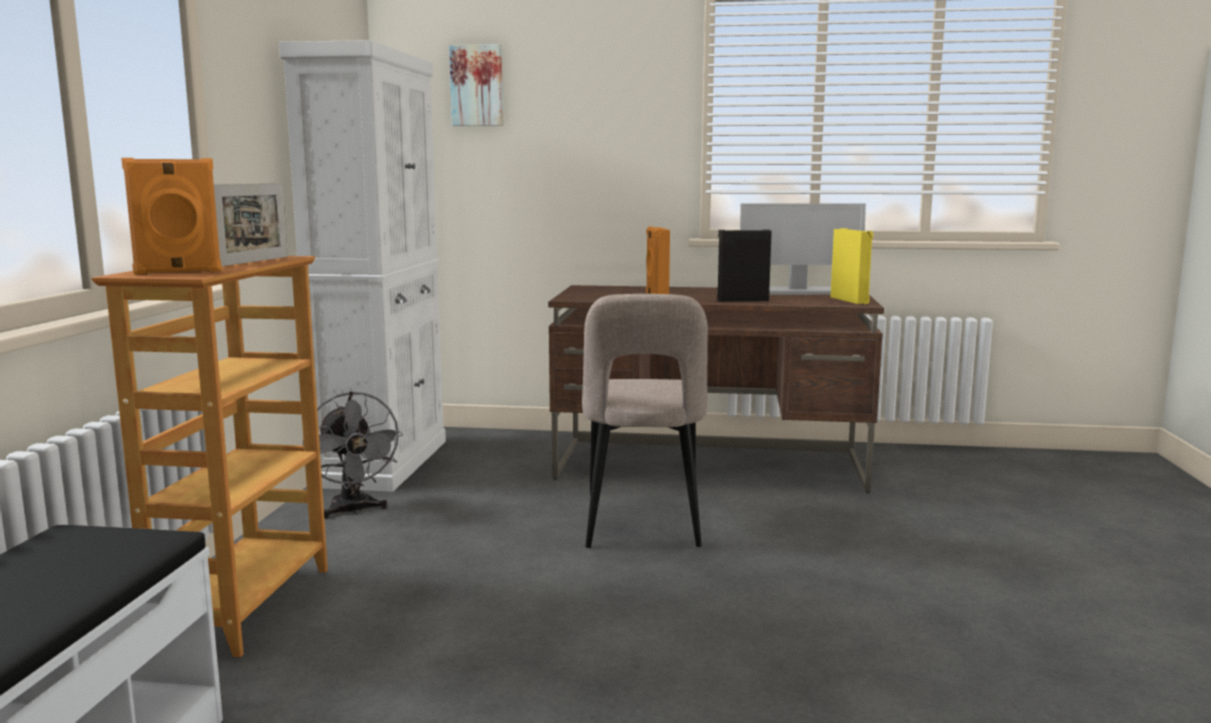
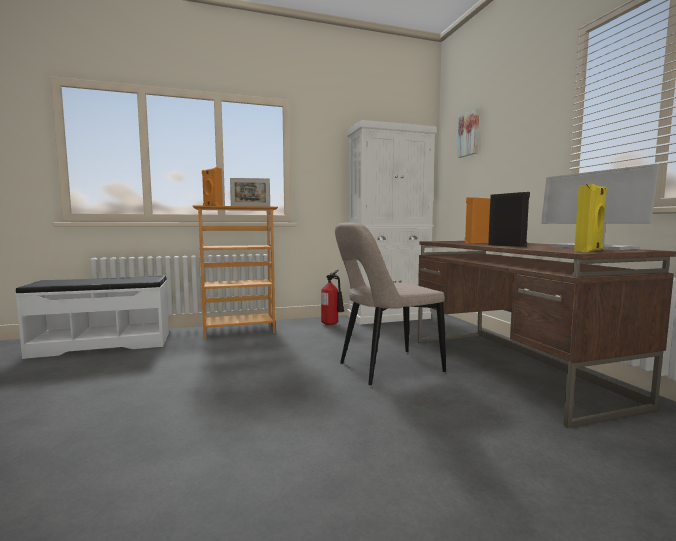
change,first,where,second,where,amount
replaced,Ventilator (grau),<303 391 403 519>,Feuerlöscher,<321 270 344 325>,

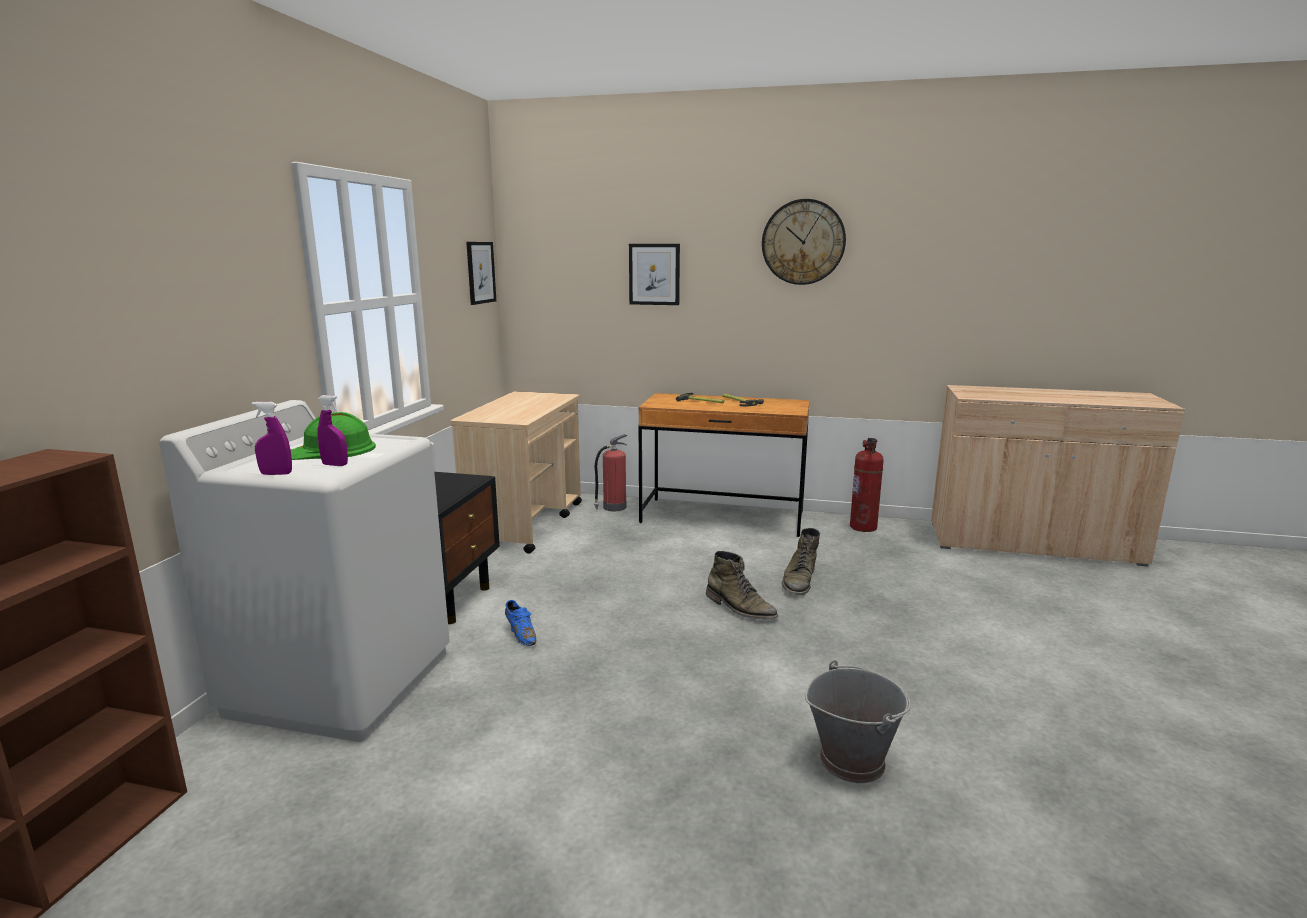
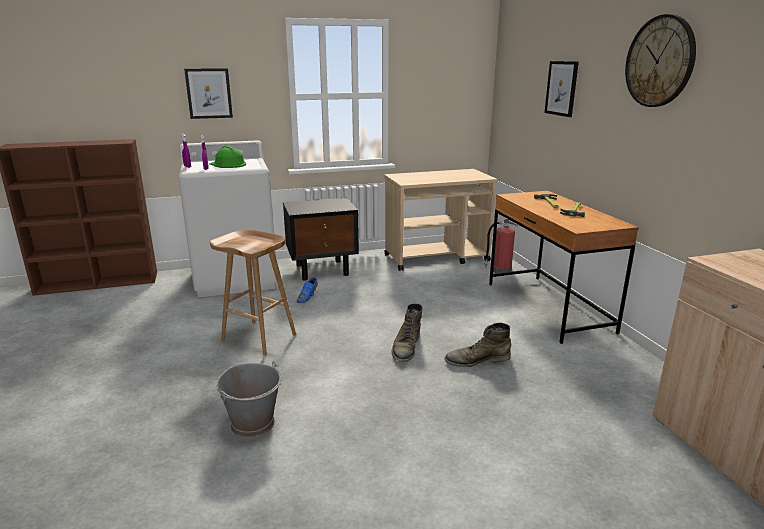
change,first,where,second,where,amount
removed,Feuerlöscher,<850 438 884 532>,,,
added,,,Hocker (braun),<210 230 296 356>,
moved,Bild,<466 242 496 305>,,<184 68 233 119>,

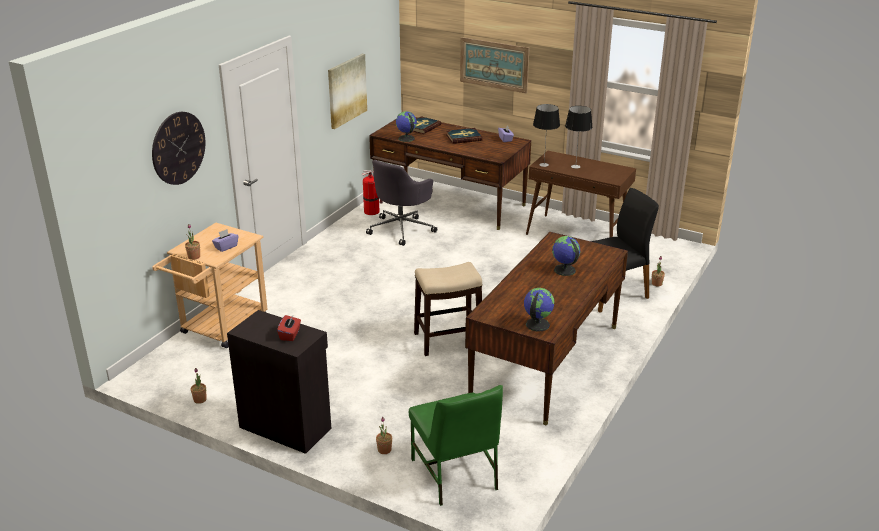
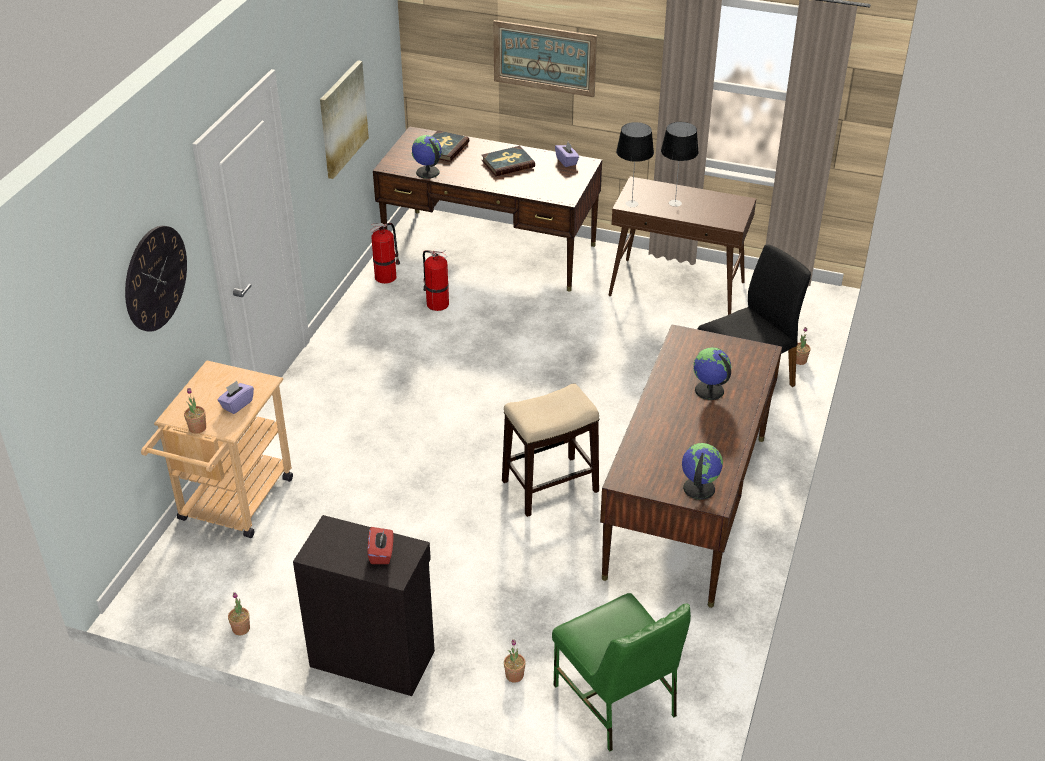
change,first,where,second,where,amount
replaced,Bürostuhl (grau),<366 160 437 246>,Feuerlöscher,<423 249 449 311>,

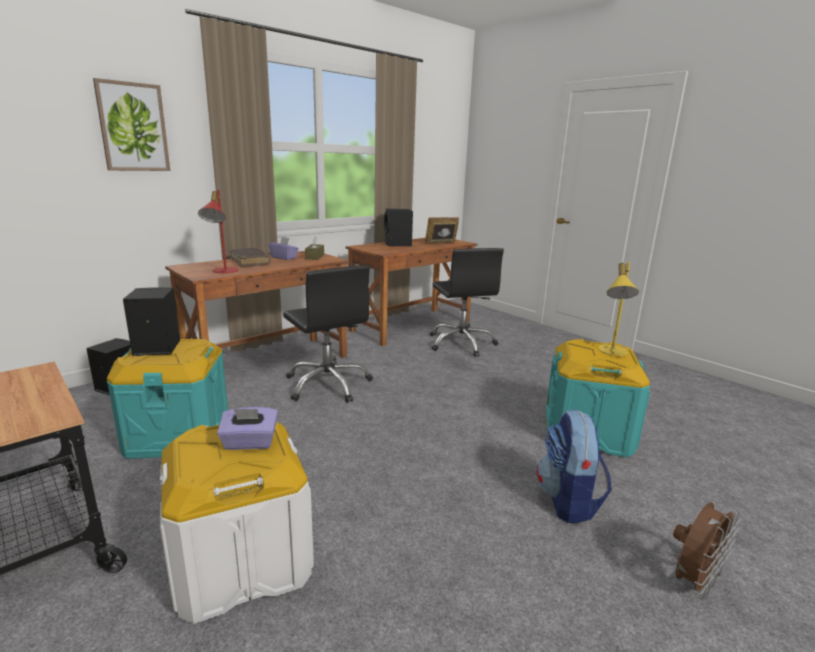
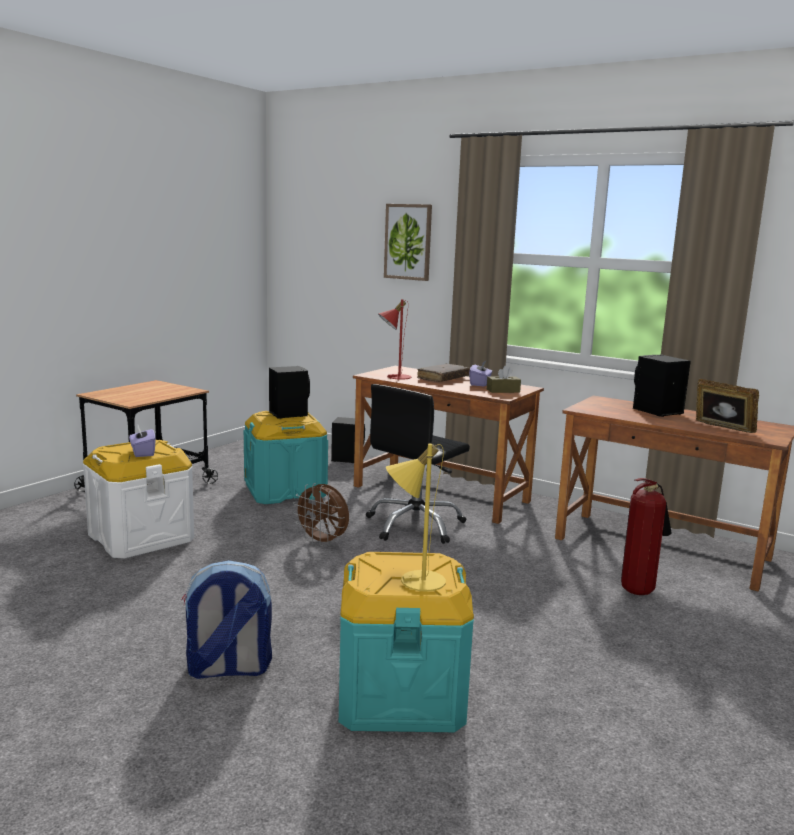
change,first,where,second,where,amount
moved,Ventilator (braun),<673 502 741 599>,,<293 483 349 546>,
replaced,Bürostuhl (schwarz),<430 248 504 357>,Feuerlöscher,<621 478 671 595>,

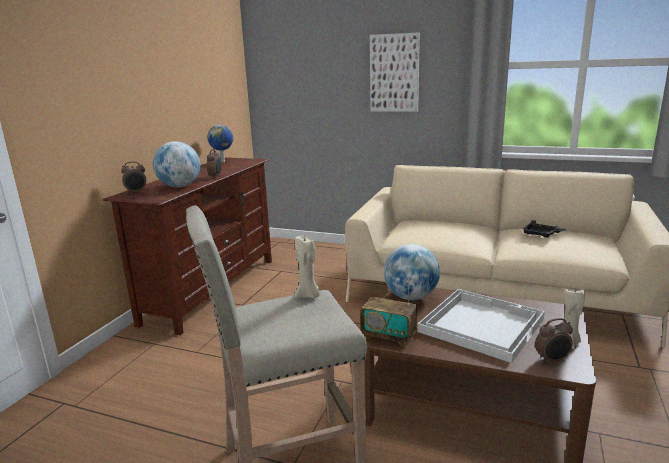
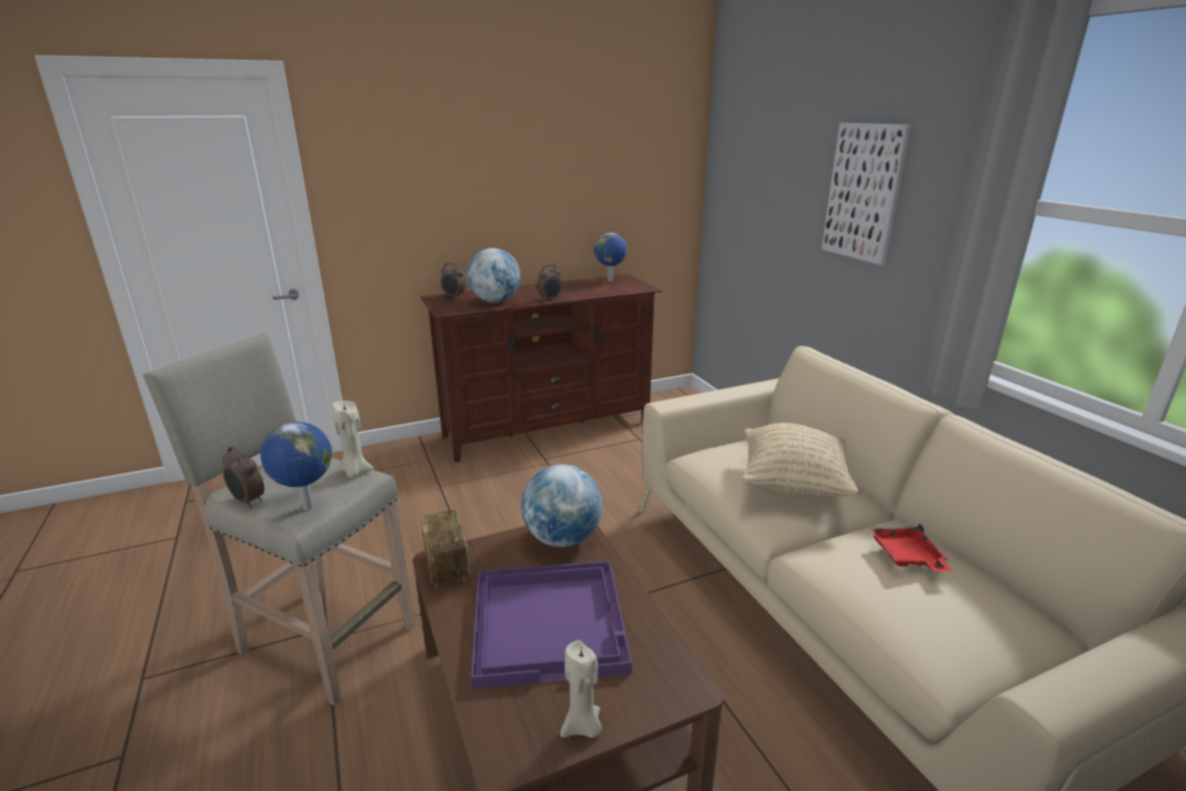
change,first,where,second,where,amount
added,,,Globus,<261 422 332 510>,
added,,,Kissen (beige),<742 423 859 497>,
moved,Wecker,<535 318 573 364>,,<222 446 264 508>,
recoloured,Tablett (weiß),<417 289 545 363>,Tablett (lila),<471 561 632 689>,
recoloured,Tablett (schwarz),<522 220 566 238>,Tablett (rot),<870 524 952 572>,

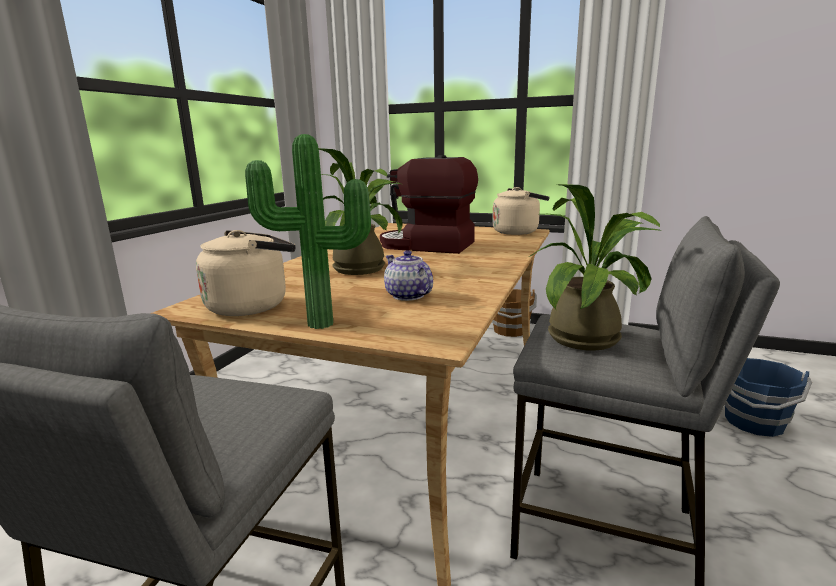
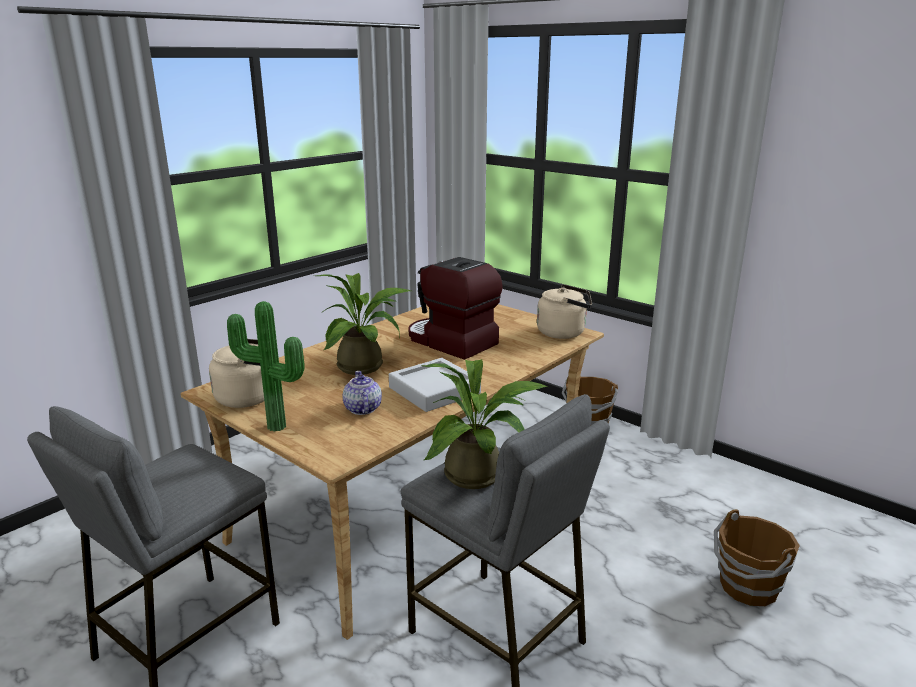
change,first,where,second,where,amount
added,,,Tablett (grau),<389 358 481 412>,
recoloured,Eimer (blau),<725 358 812 437>,Eimer (braun),<714 509 800 606>,

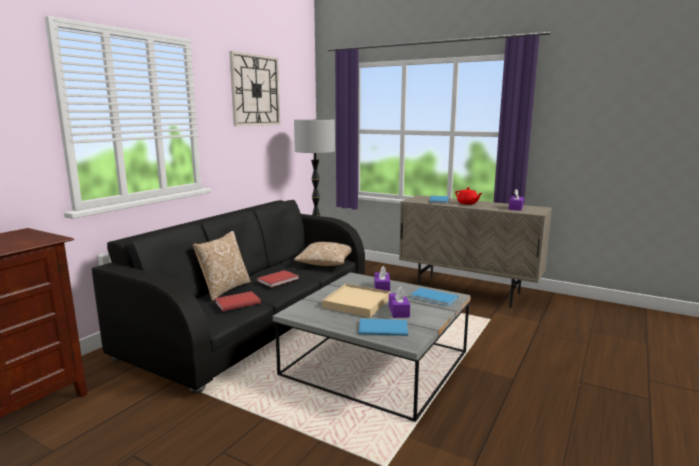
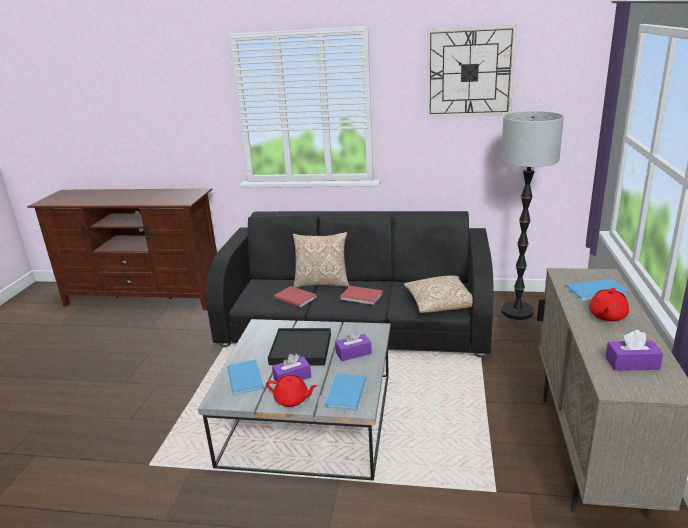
change,first,where,second,where,amount
added,,,Teekanne (rot),<266 375 317 407>,
recoloured,Tablett (beige),<322 284 391 317>,Tablett (schwarz),<268 328 331 365>,

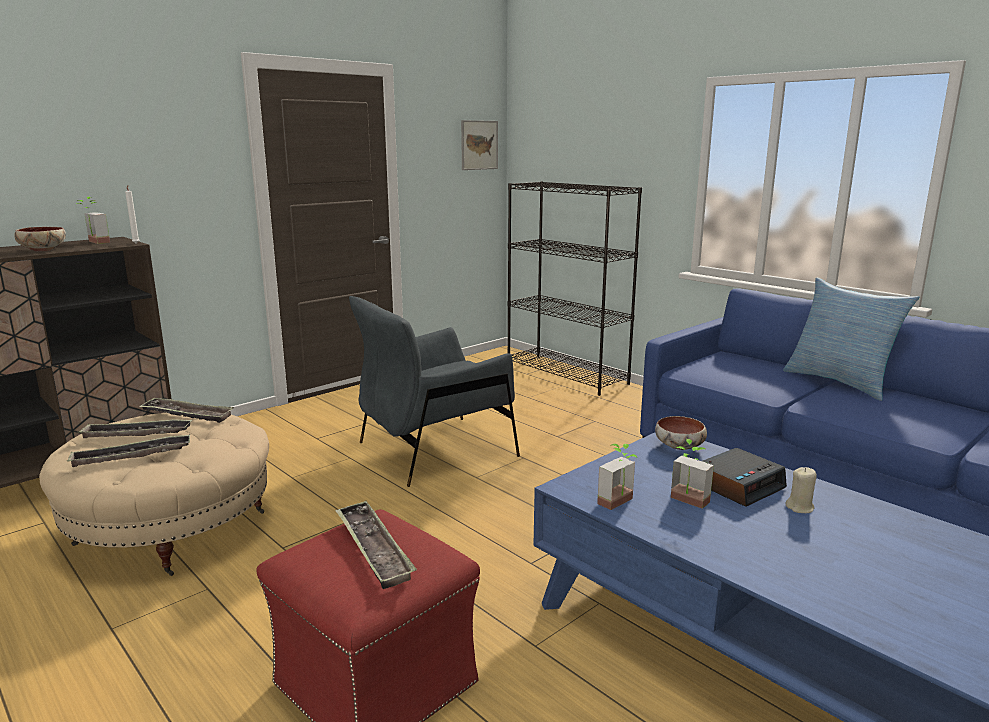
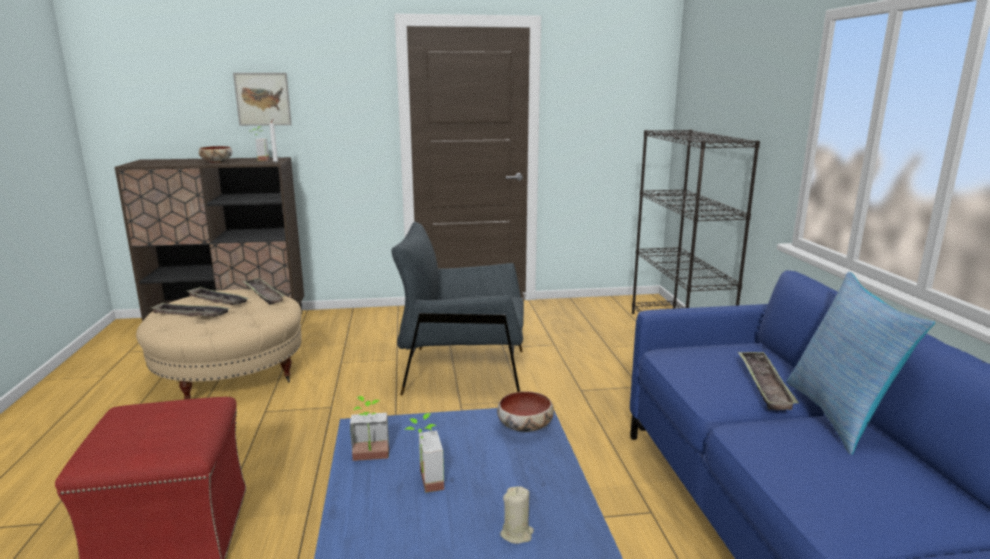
change,first,where,second,where,amount
removed,Wecker,<703 448 787 507>,,,
moved,Tablett,<335 501 417 589>,,<738 351 799 410>,
moved,Bild,<461 120 498 170>,,<233 73 292 126>,

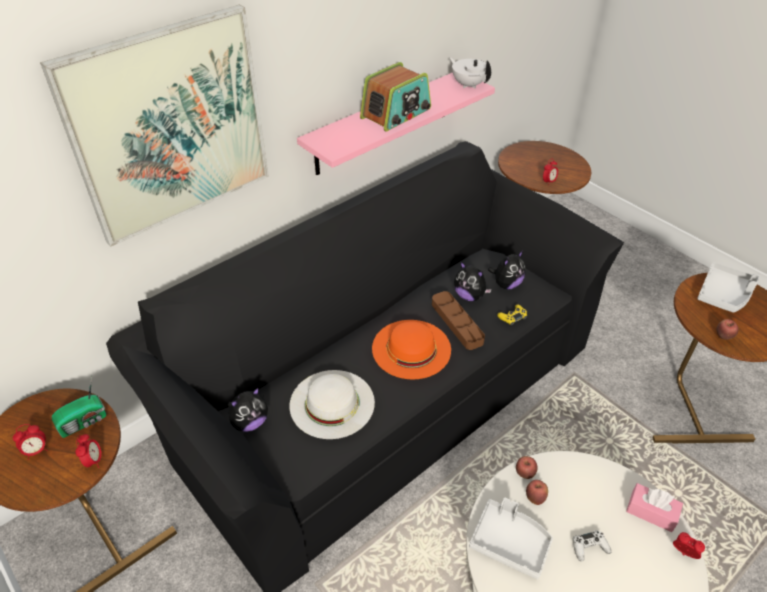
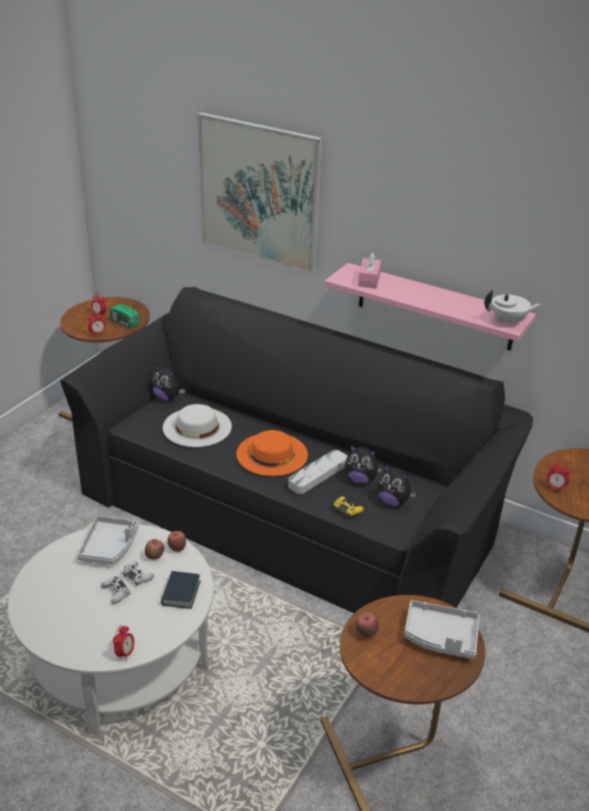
change,first,where,second,where,amount
removed,Radio,<360 62 431 131>,,,
added,,,Gamepad (weiß),<122 561 154 586>,
added,,,Buch,<161 571 201 609>,
moved,Taschentuchbox (rosa),<626 483 683 532>,,<358 252 381 288>,
recoloured,Tablett (braun),<432 291 485 350>,Tablett (grau),<288 450 348 494>,
turned,Teekanne (weiß),<450 57 491 88>,,<484 290 541 326>,60 degrees clockwise
turned,Plüschtier,<454 262 492 301>,,<345 445 383 484>,90 degrees counterclockwise

